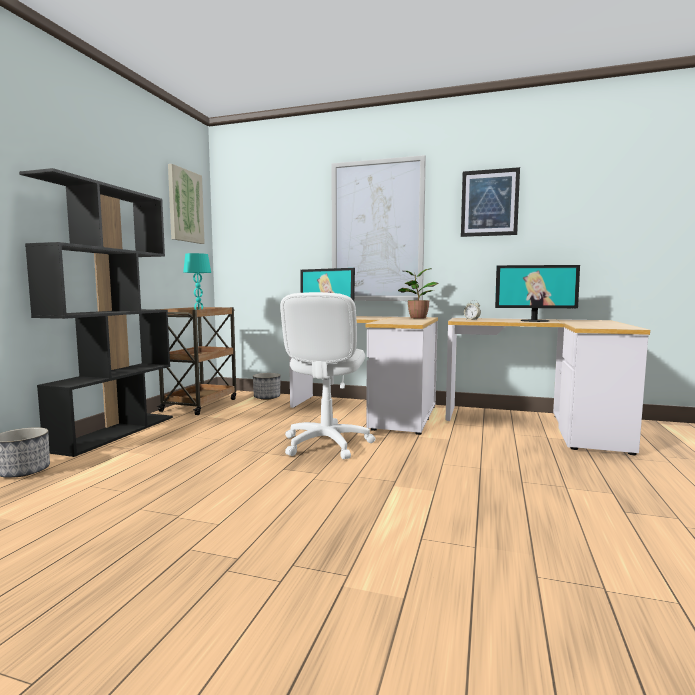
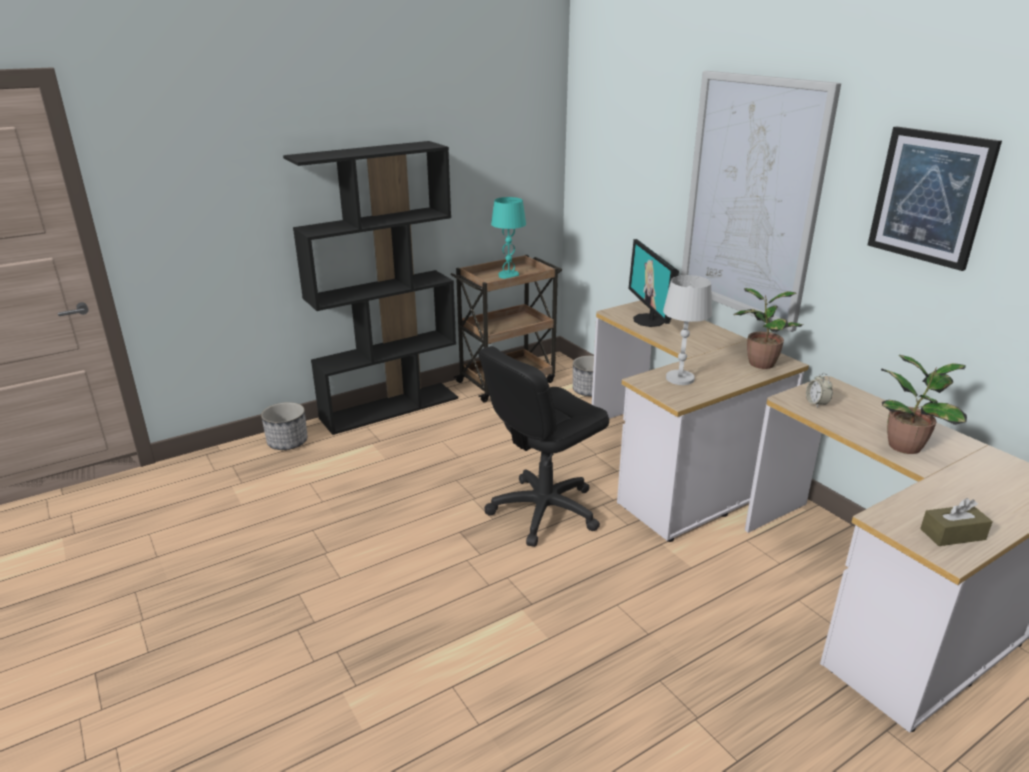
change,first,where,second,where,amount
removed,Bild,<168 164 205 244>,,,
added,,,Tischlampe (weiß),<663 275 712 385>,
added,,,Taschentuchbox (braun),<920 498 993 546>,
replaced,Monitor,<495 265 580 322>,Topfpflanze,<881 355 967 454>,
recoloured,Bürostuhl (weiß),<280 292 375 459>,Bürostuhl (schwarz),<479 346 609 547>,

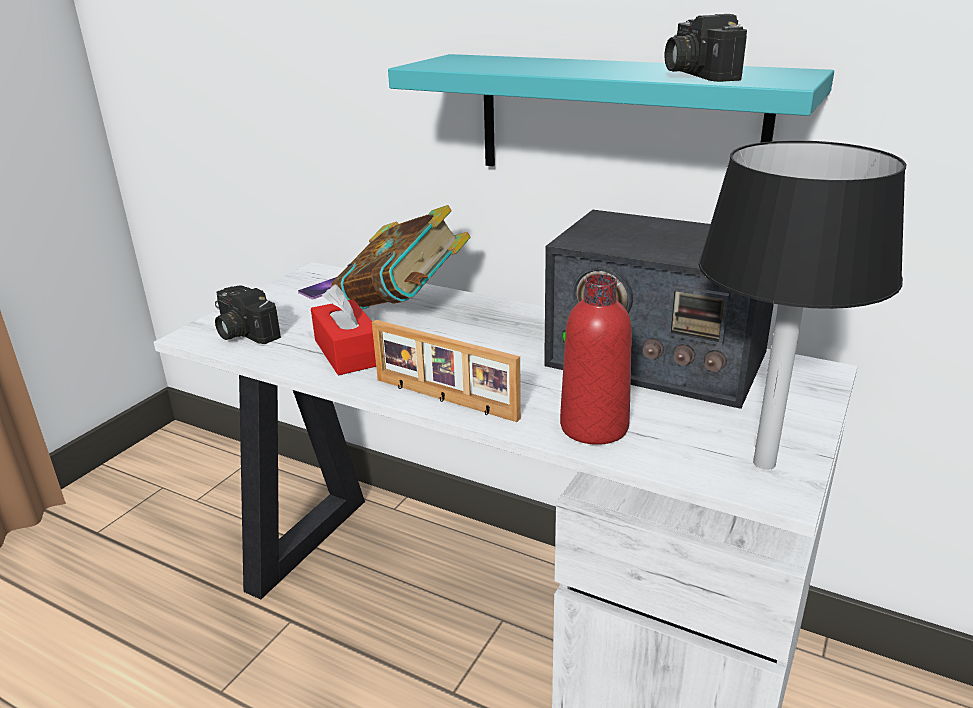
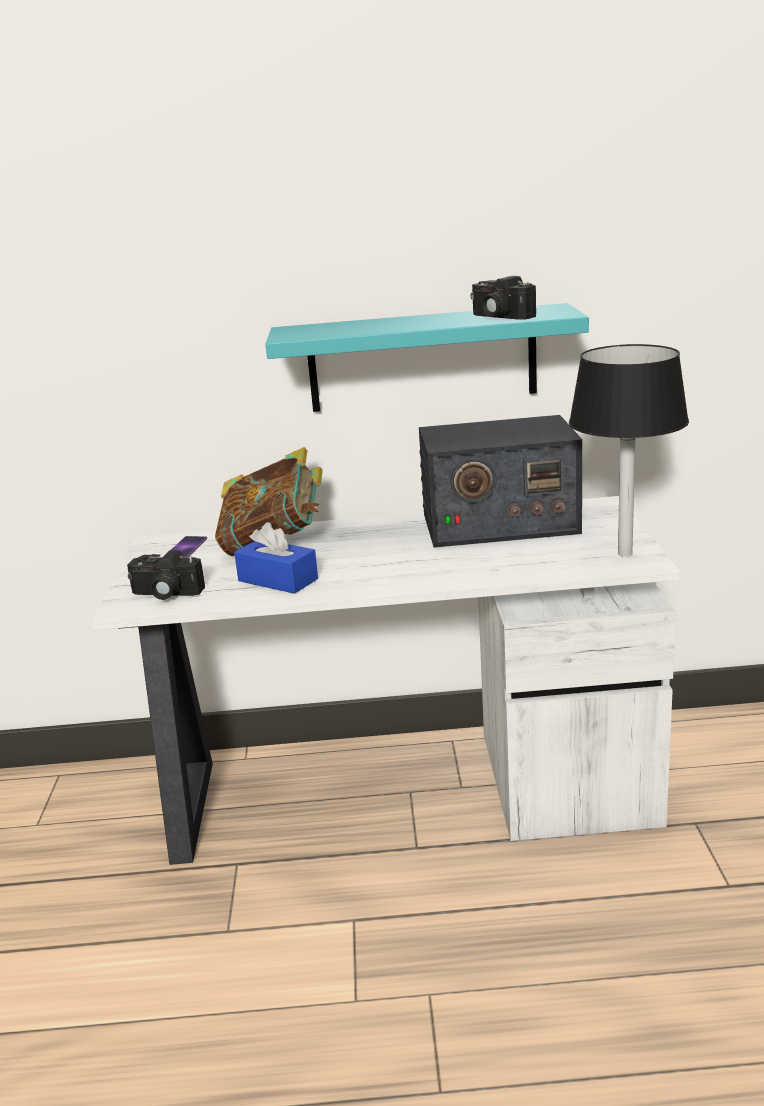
change,first,where,second,where,amount
removed,Bilderrahmen,<372 320 521 422>,,,
removed,Flasche (rot),<560 274 632 445>,,,
recoloured,Taschentuchbox (rot),<311 285 376 375>,Taschentuchbox (blau),<234 522 318 594>,

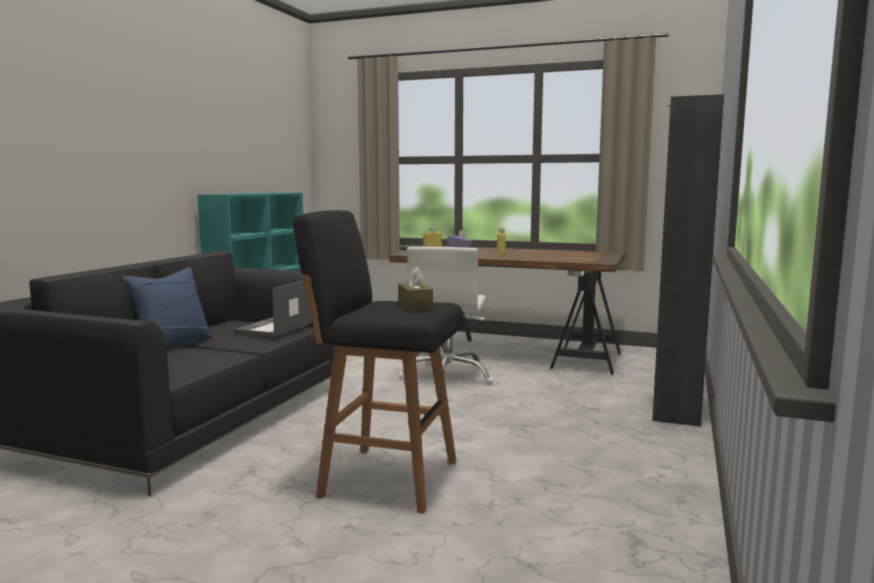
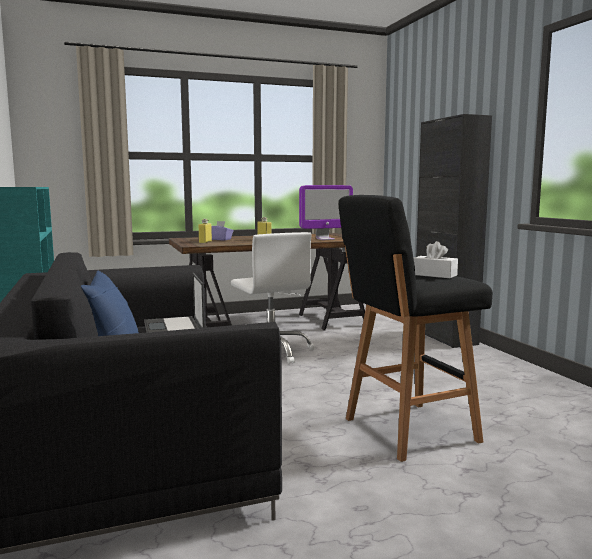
change,first,where,second,where,amount
added,,,Monitor,<299 185 353 240>,
recoloured,Taschentuchbox (braun),<398 267 433 311>,Taschentuchbox (weiß),<414 241 458 278>,

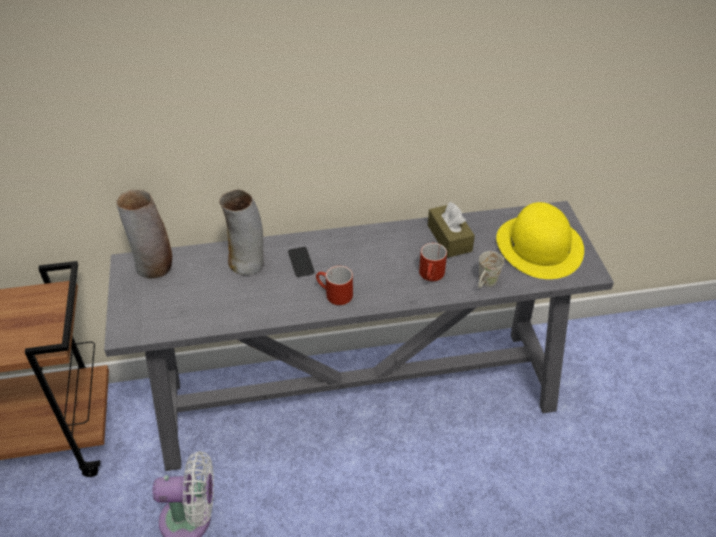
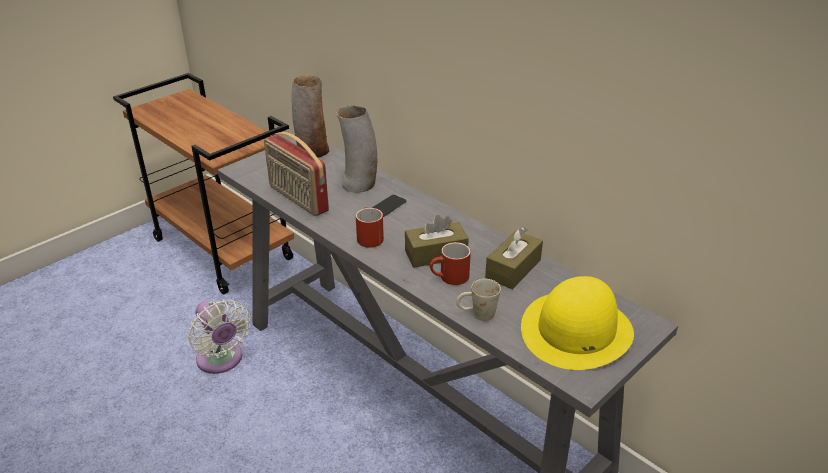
change,first,where,second,where,amount
added,,,Radio,<264 132 329 216>,
added,,,Taschentuchbox (braun),<405 215 469 268>,

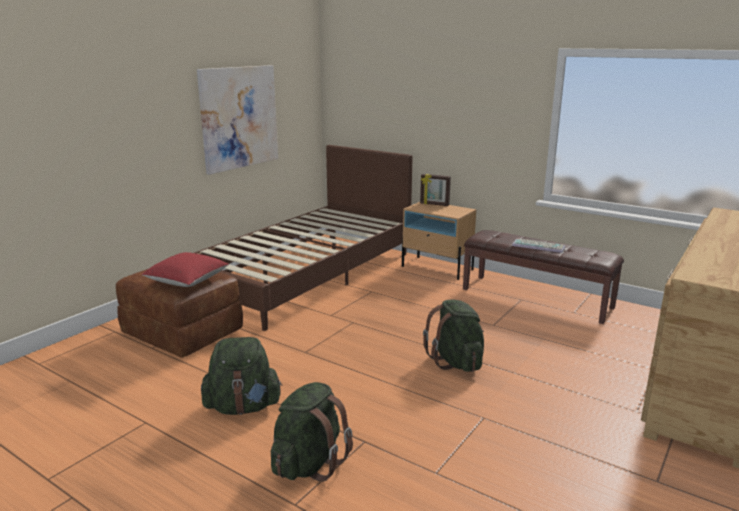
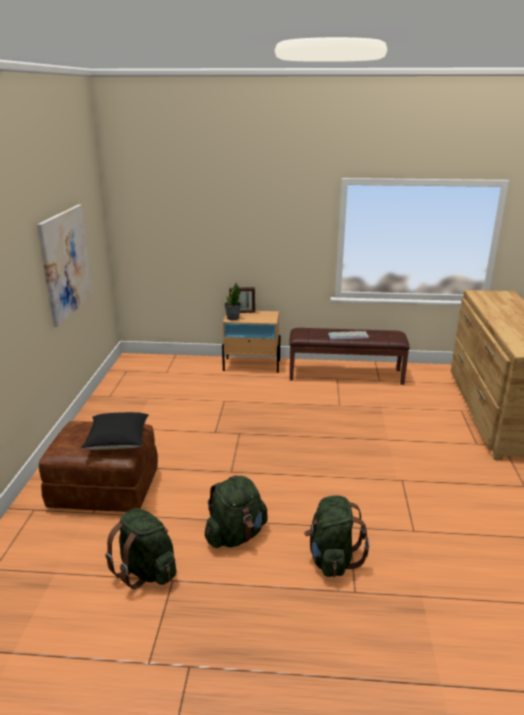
change,first,where,second,where,amount
removed,Bett (braun),<194 145 413 331>,,,
added,,,Topfpflanze,<224 283 241 320>,
moved,Rucksack (grün),<423 300 484 372>,,<105 508 176 589>,
recoloured,Kissen (rot),<141 252 229 287>,Kissen (schwarz),<81 412 149 450>,

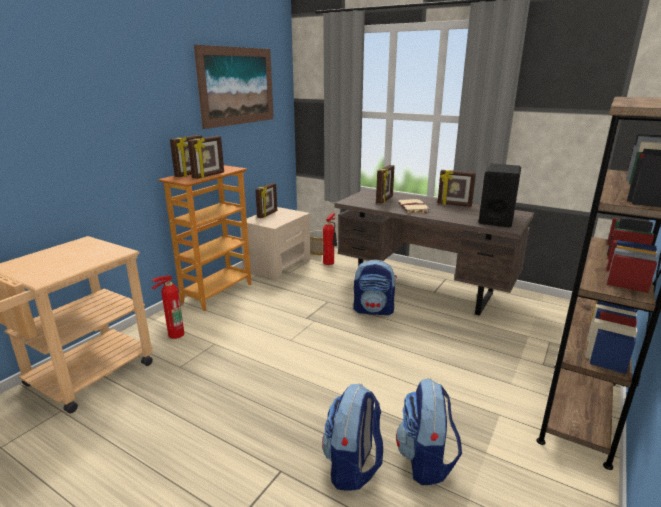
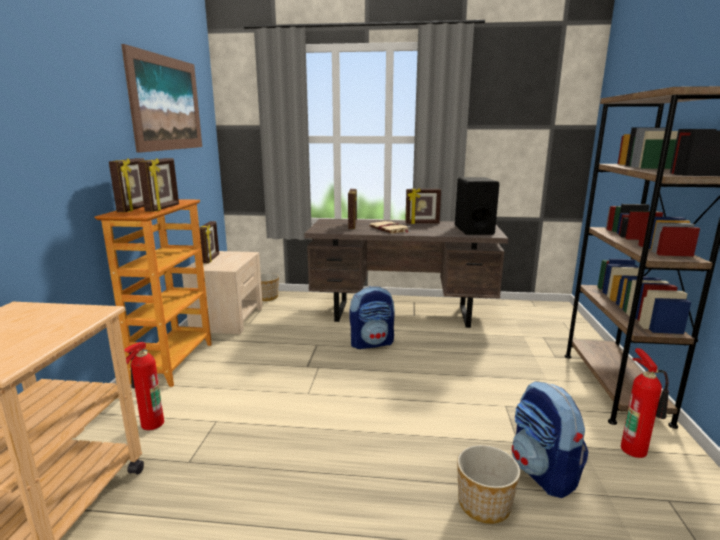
change,first,where,second,where,amount
moved,Feuerlöscher,<323 213 337 265>,,<621 348 669 458>,
replaced,Rucksack,<322 384 383 491>,Pflanzkübel,<457 445 520 524>,

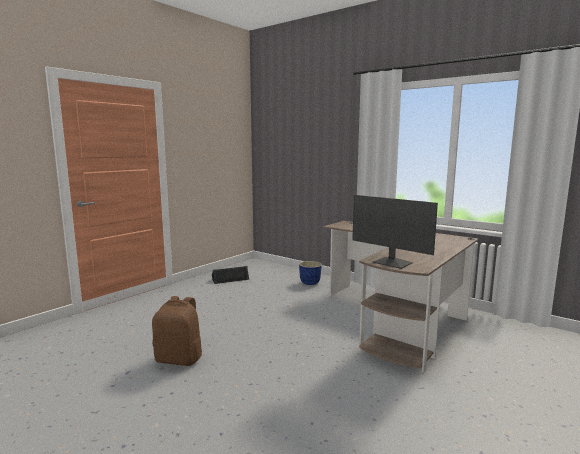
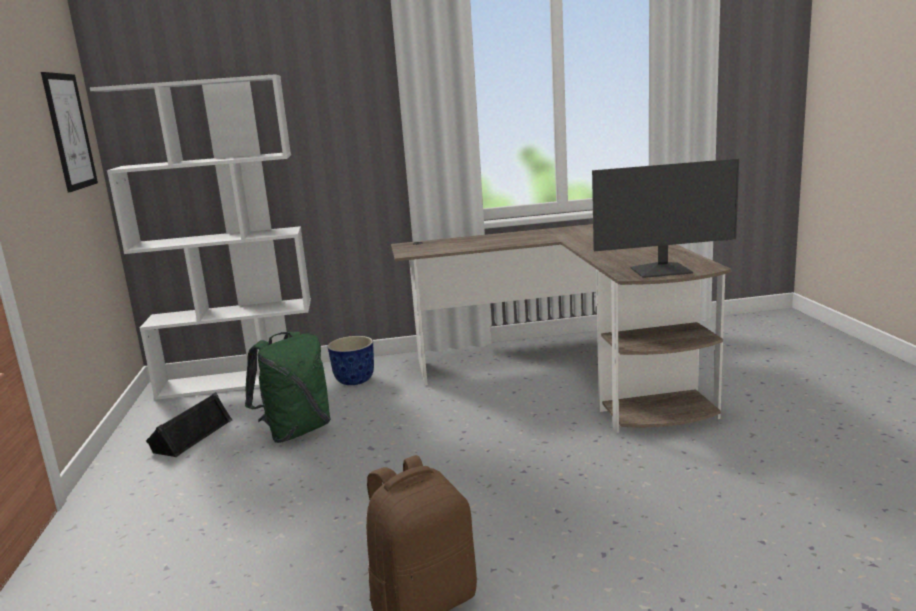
change,first,where,second,where,amount
added,,,Bild,<41 72 98 192>,
added,,,Bücherregal (weiß),<90 74 311 400>,
added,,,Rucksack (grün),<245 332 331 443>,

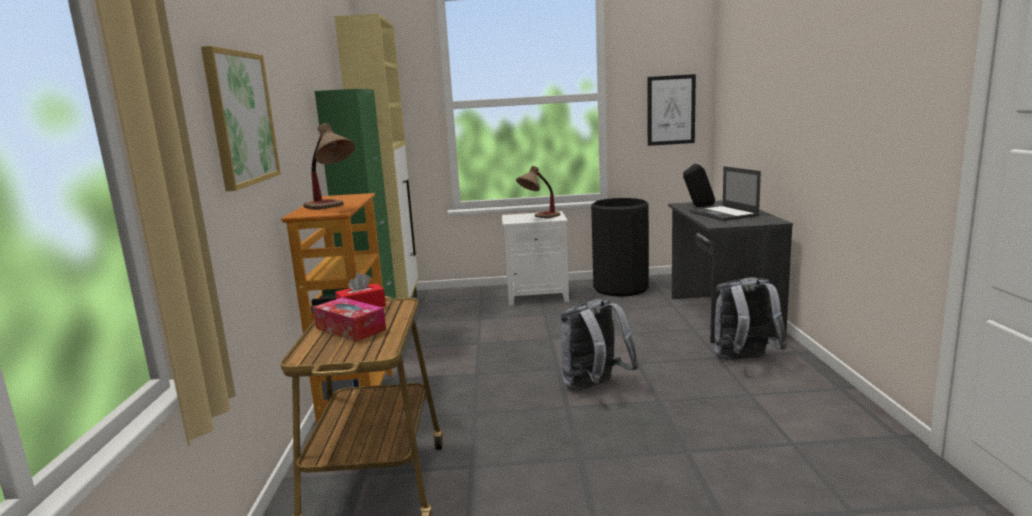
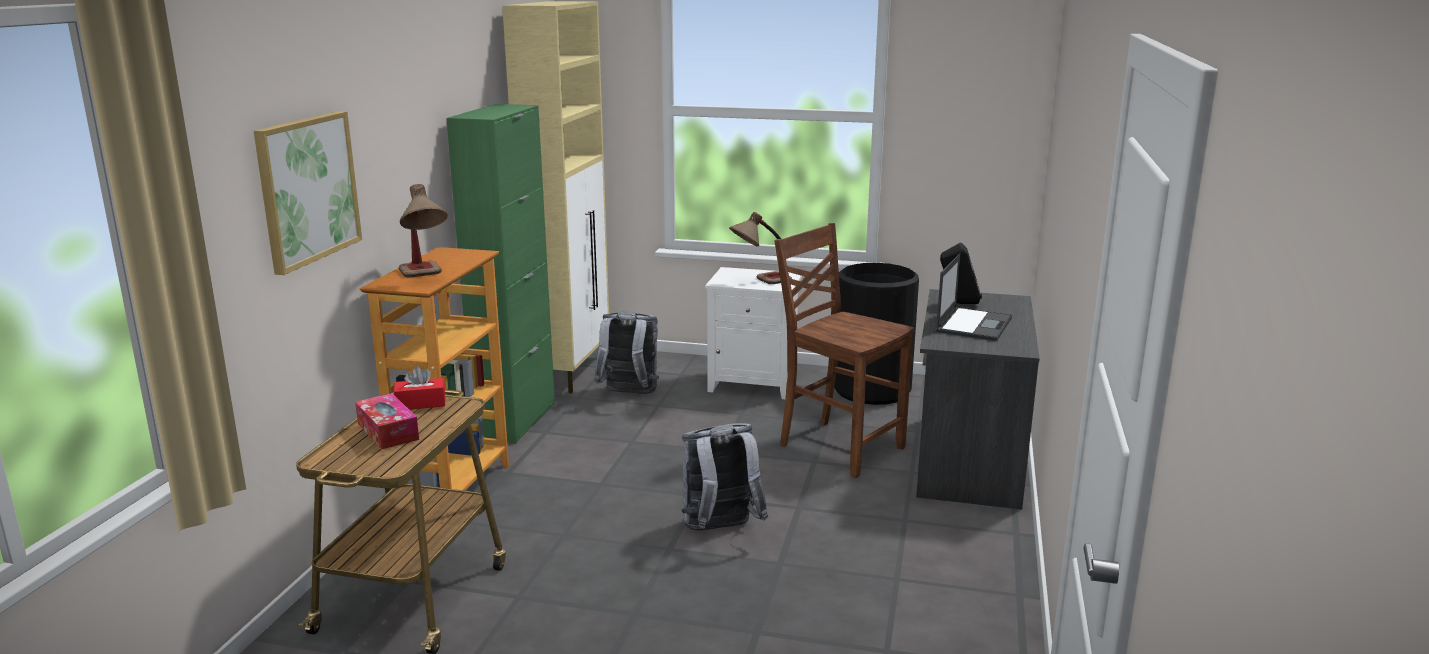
change,first,where,second,where,amount
removed,Bild,<647 74 696 146>,,,
added,,,Stuhl (braun),<774 223 913 478>,
moved,Rucksack (grau),<714 277 787 360>,,<594 311 659 394>,
turned,Laptop,<689 166 761 221>,,<935 254 1012 341>,150 degrees counterclockwise

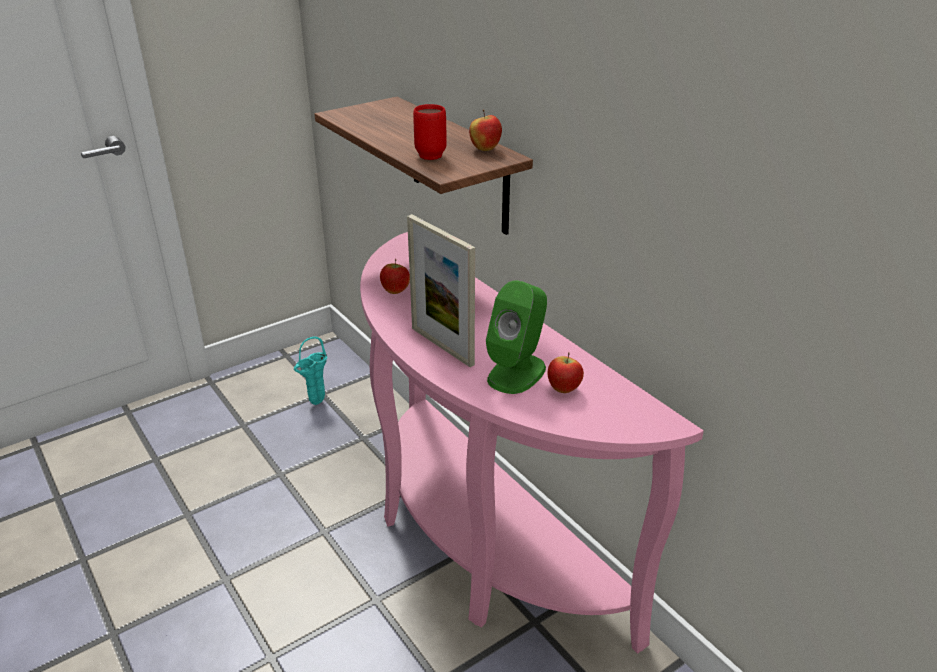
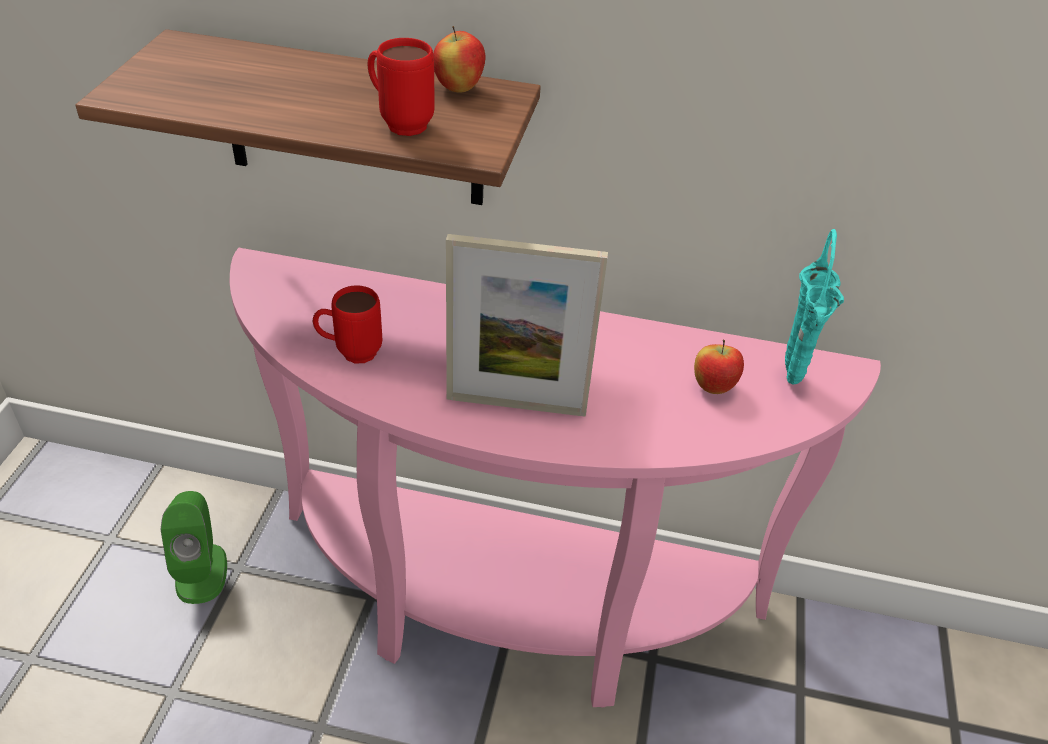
change,first,where,second,where,amount
moved,Vase (türkis),<294 337 327 405>,,<785 229 844 385>,
moved,Lautsprecher (grün),<486 280 547 394>,,<161 491 227 604>,
replaced,Apfel,<380 259 410 294>,Henkelbecher (rot),<313 285 382 364>,

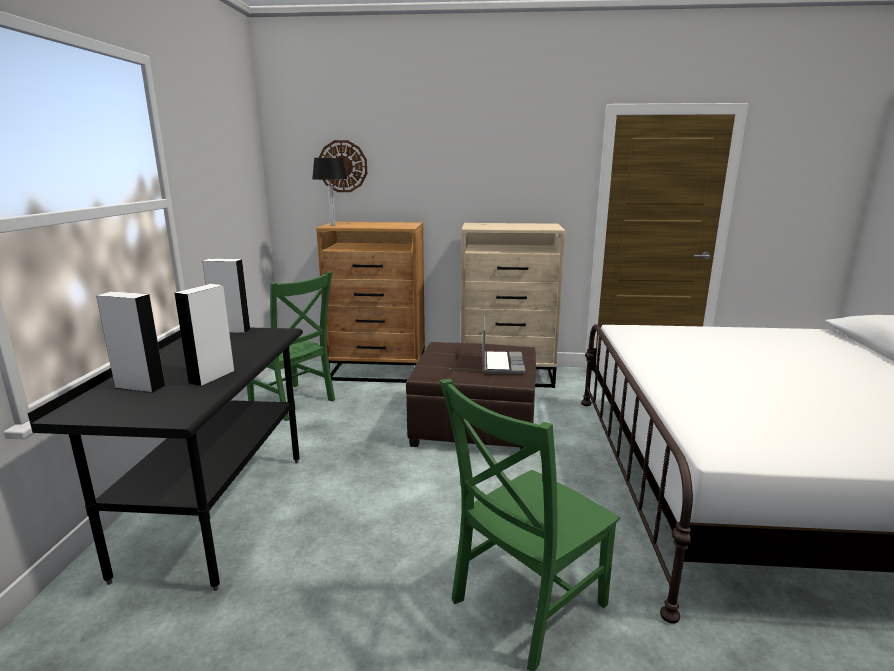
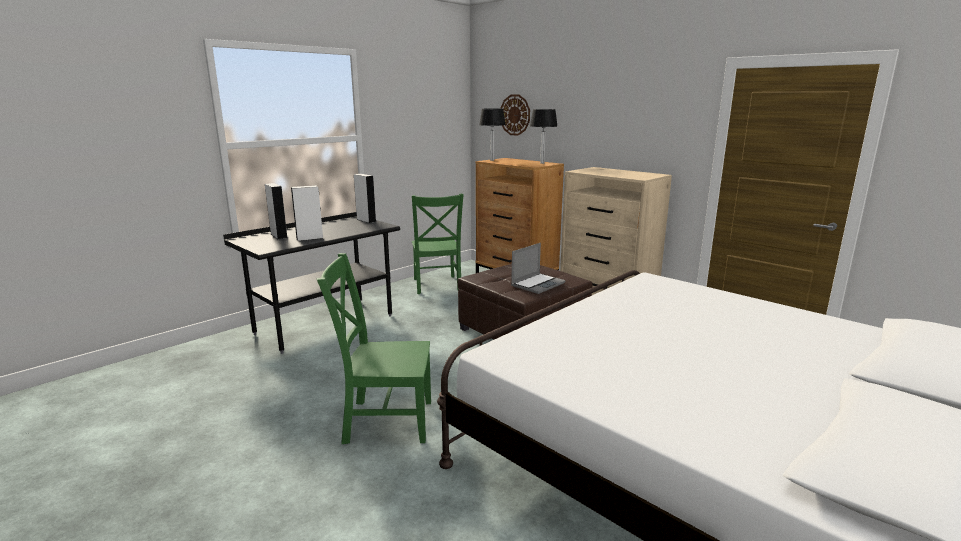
change,first,where,second,where,amount
added,,,Tischlampe,<530 109 558 164>,

